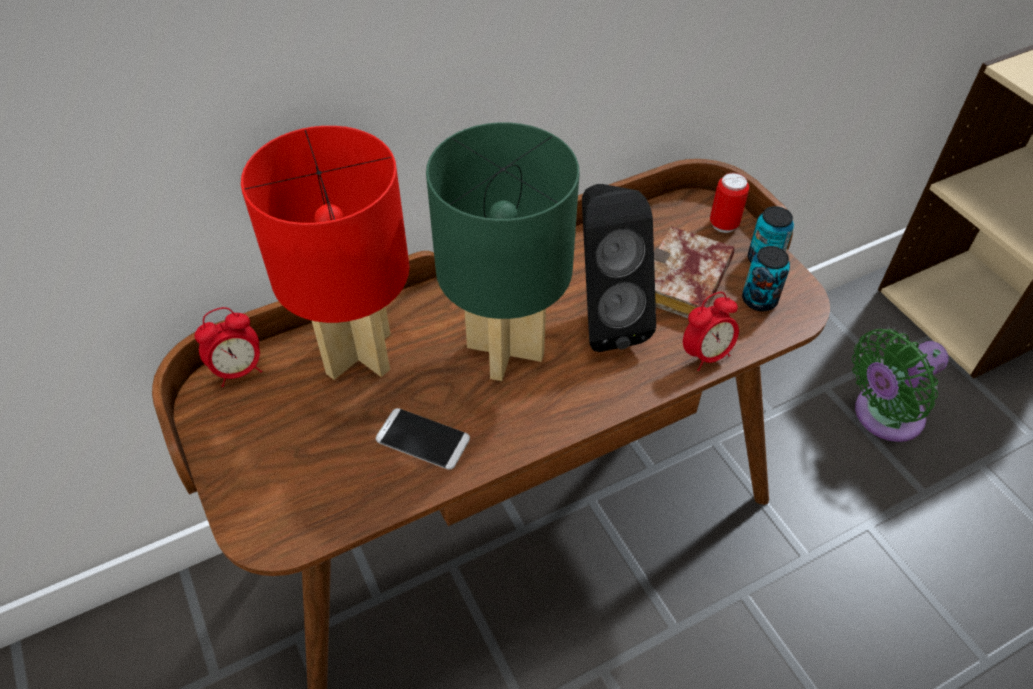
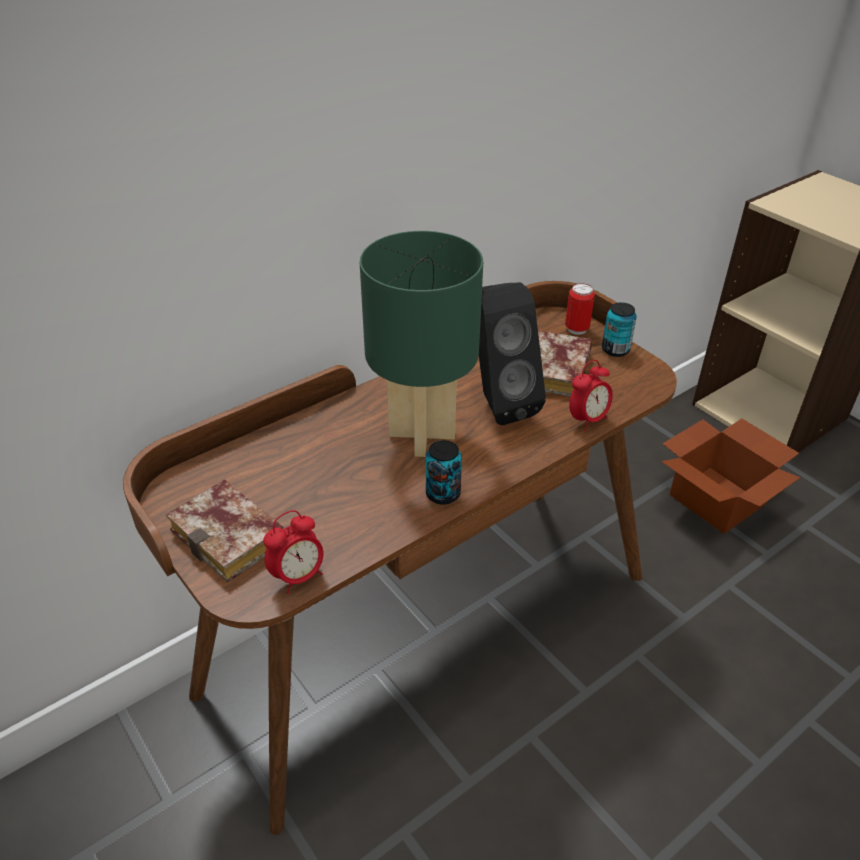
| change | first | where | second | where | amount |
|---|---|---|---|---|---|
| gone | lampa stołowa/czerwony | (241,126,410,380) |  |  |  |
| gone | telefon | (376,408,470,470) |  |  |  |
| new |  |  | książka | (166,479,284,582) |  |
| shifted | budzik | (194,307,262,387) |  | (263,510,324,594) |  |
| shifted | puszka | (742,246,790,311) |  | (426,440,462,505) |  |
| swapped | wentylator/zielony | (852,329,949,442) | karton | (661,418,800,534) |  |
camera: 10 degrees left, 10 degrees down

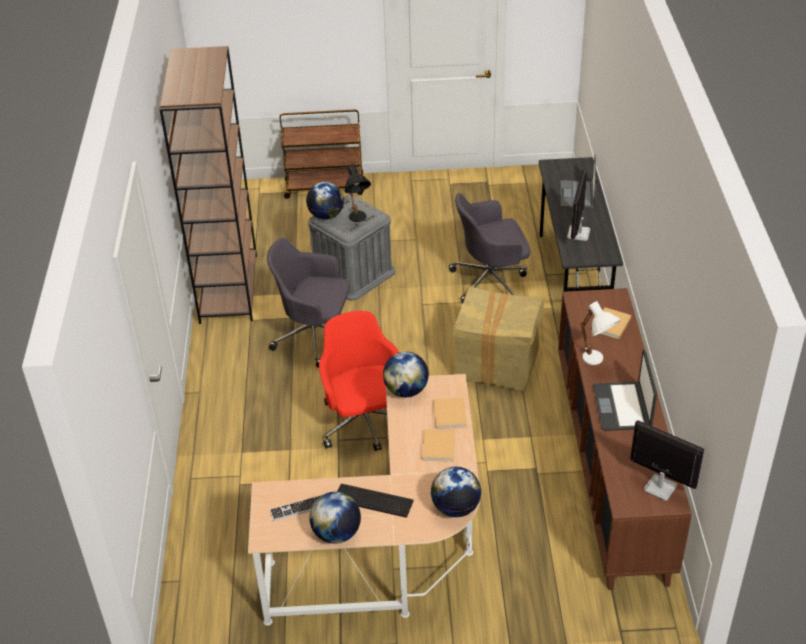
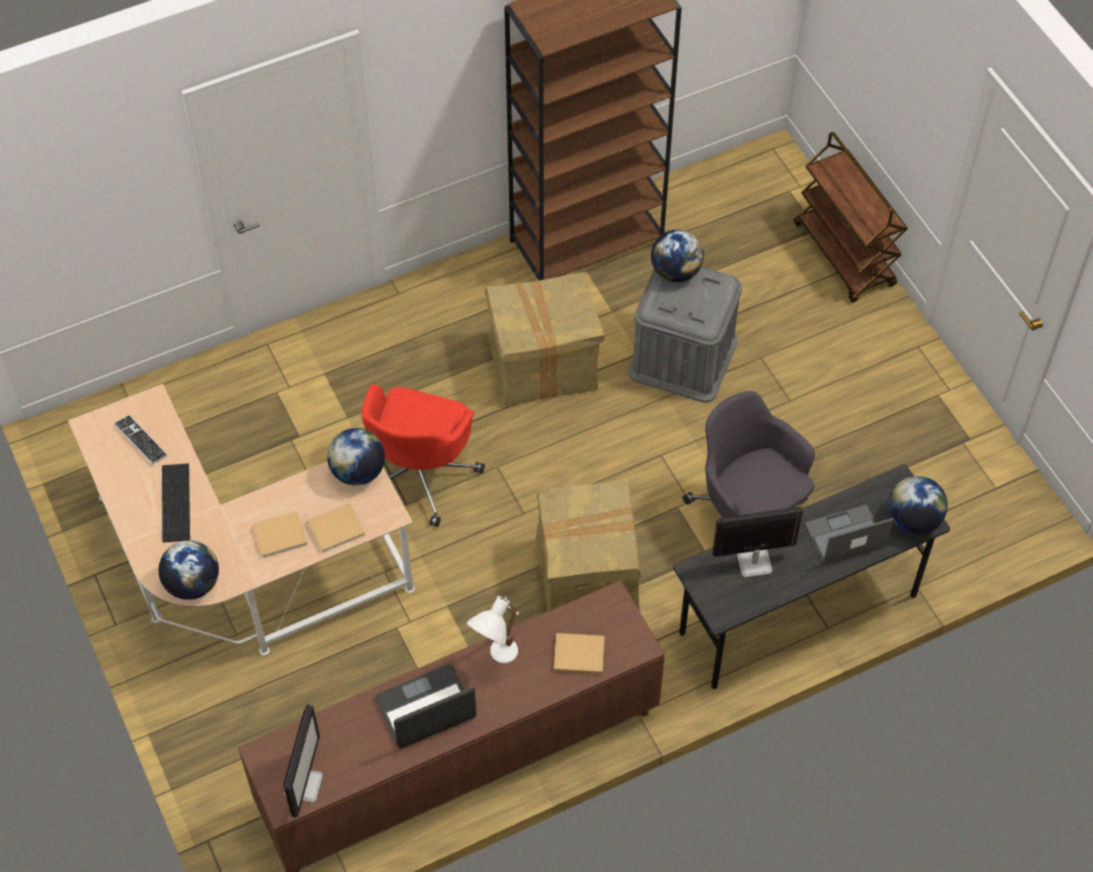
| change | first | where | second | where | amount |
|---|---|---|---|---|---|
| gone | lampa stołowa/czarny | (345,164,371,222) |  |  |  |
| shifted | globus | (309,492,361,544) |  | (888,476,948,534) |  |
| swapped | krzesło biurowe/szary | (267,238,350,368) | karton | (485,272,605,407) |  |
| rotated | krzesło biurowe/czerwony | (319,311,399,451) |  | (361,384,485,527) | 150 degrees clockwise |
camera: 65 degrees right, 15 degrees up

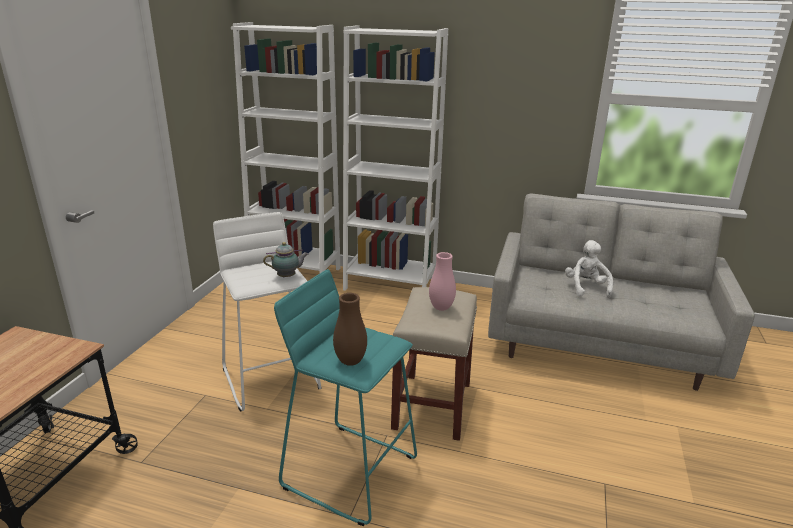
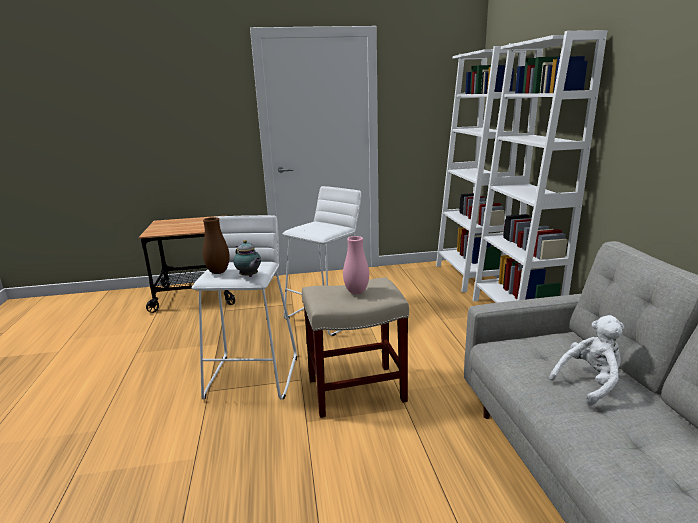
| change | first | where | second | where | amount |
|---|---|---|---|---|---|
| shifted | imbryk | (263,242,308,277) |  | (233,240,261,277) |  |
| repainted | stołek/turkusowy | (274,269,417,526) | stołek/biały | (192,215,297,399) |  |
camera: 65 degrees right, 5 degrees down

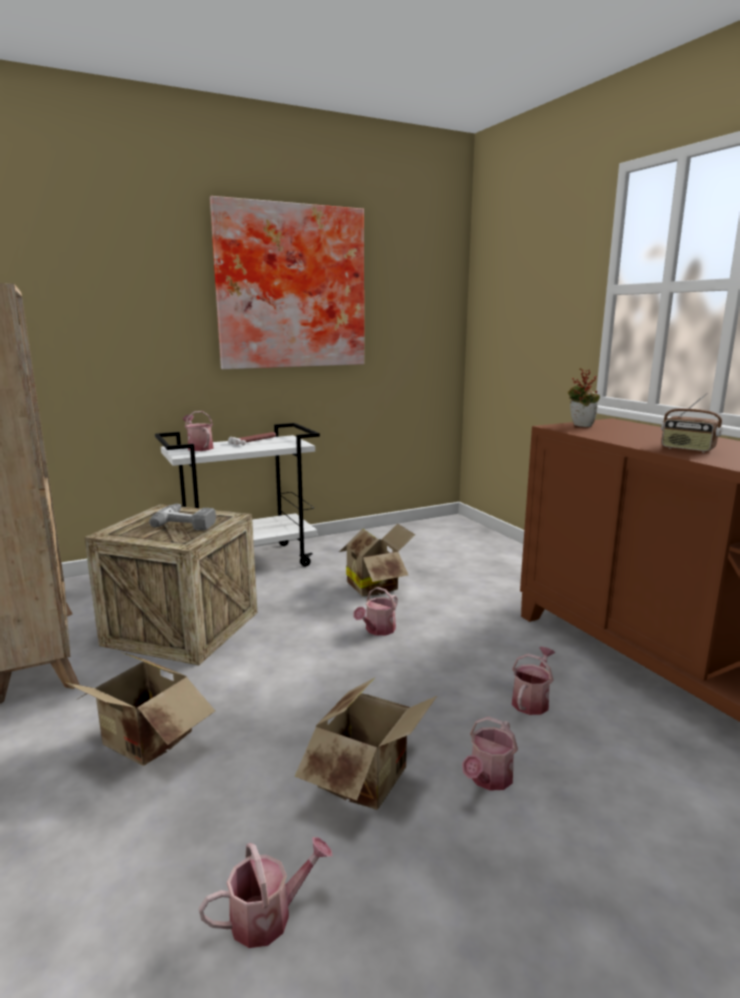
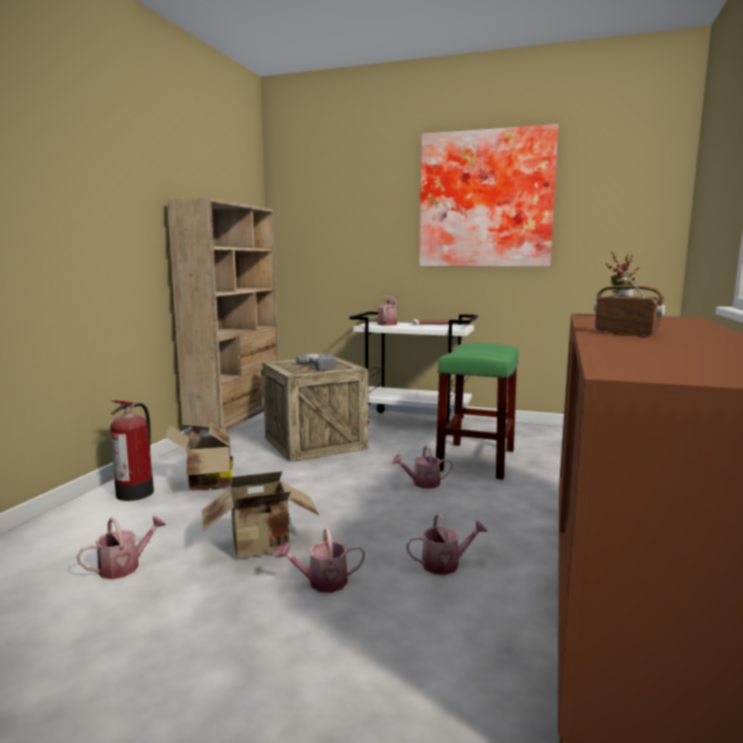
| change | first | where | second | where | amount |
|---|---|---|---|---|---|
| new |  |  | gaśnica | (110,400,154,501) |  |
| swapped | karton | (339,524,415,596) | stołek/zielony | (436,343,519,480) |  |
| rotated | konewka | (199,837,333,948) |  | (77,516,166,579) | 60 degrees counterclockwise |
| rotated | radio | (661,393,723,453) |  | (594,266,665,336) | 135 degrees clockwise |
camera: 45 degrees right, 5 degrees down

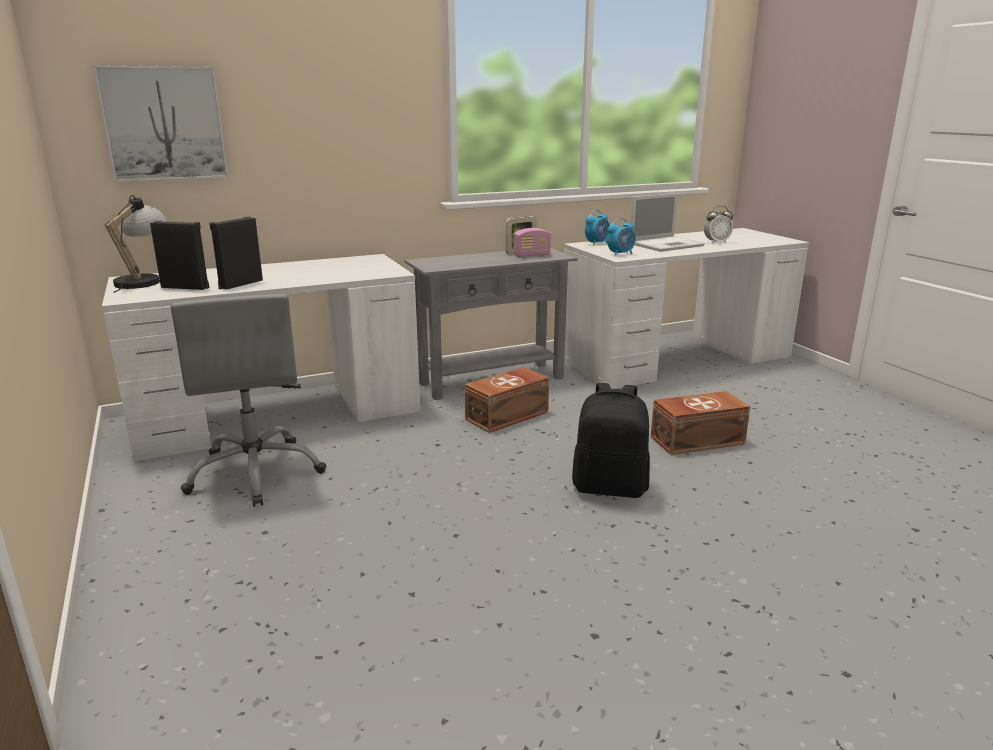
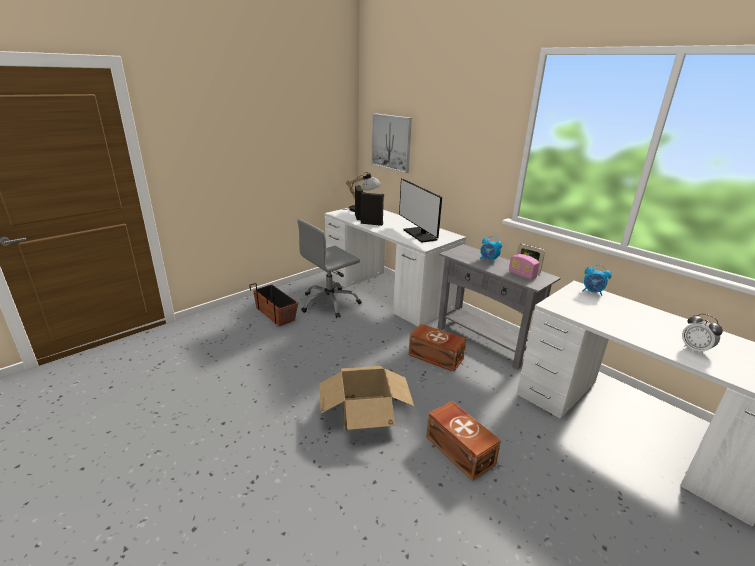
| change | first | where | second | where | amount |
|---|---|---|---|---|---|
| gone | laptop | (630,193,705,252) |  |  |  |
| new |  |  | donica | (249,283,298,326) |  |
| new |  |  | monitor | (399,178,442,243) |  |
| shifted | budzik | (607,218,636,256) |  | (480,236,502,263) |  |
| swapped | plecak/czarny | (572,383,650,498) | karton | (319,366,415,430) |  |
camera: 70 degrees right, 5 degrees up

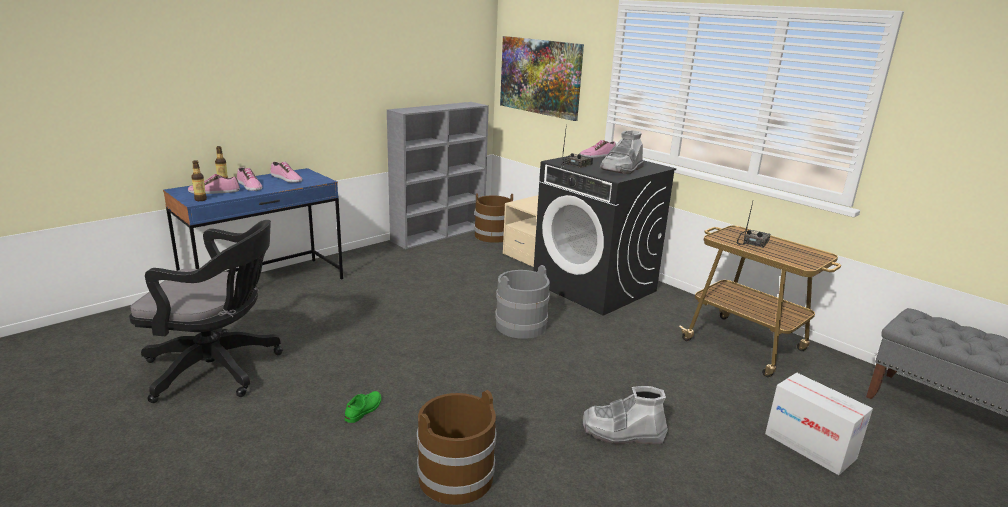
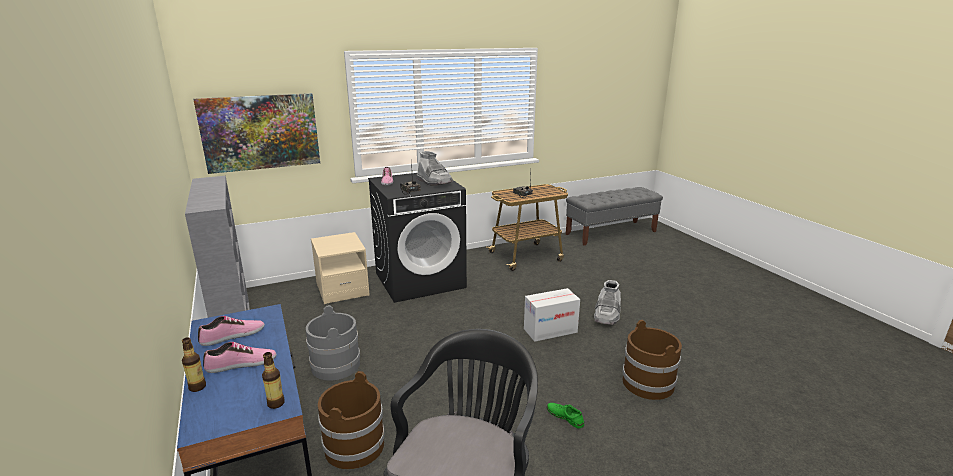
| change | first | where | second | where | amount |
|---|---|---|---|---|---|
| gone | but | (188,174,240,194) |  |  |  |
| shifted | wiadro/brązowy | (474,194,513,243) |  | (318,371,385,469) |  |
| shifted | wiadro/szary | (495,265,550,339) |  | (306,305,360,381) |  |
| shifted | karton | (765,373,873,475) |  | (524,288,580,342) |  |
camera: 70 degrees left, 0 degrees up

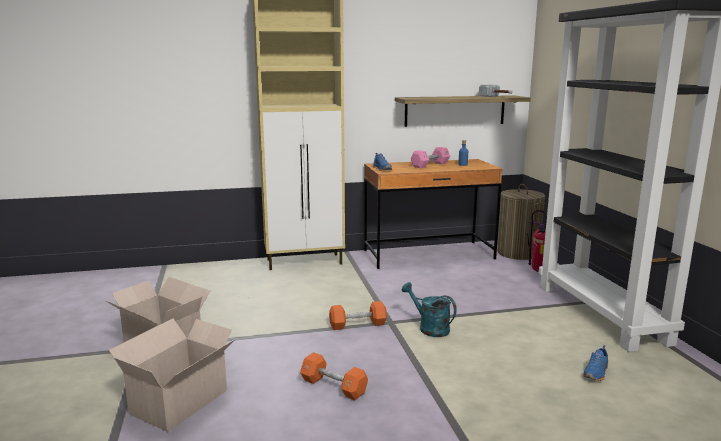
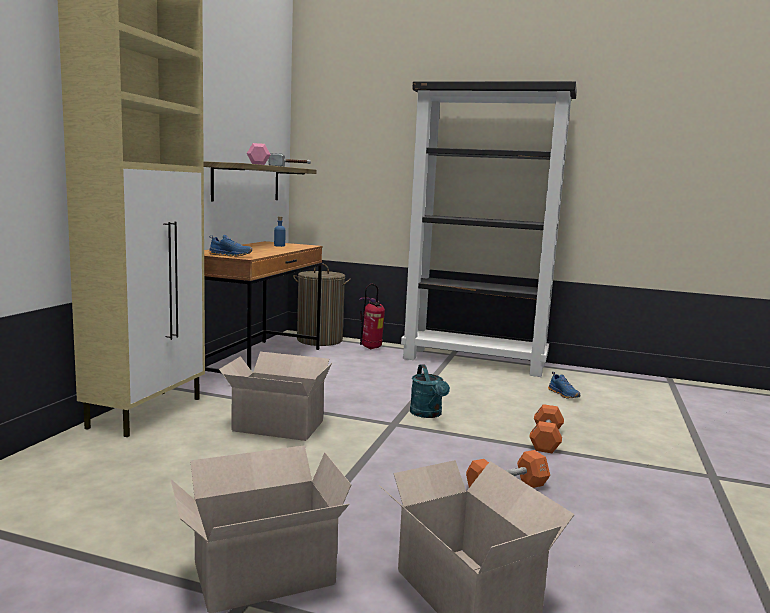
| change | first | where | second | where | amount |
|---|---|---|---|---|---|
| new |  |  | karton | (219,351,332,441) |  |
| shifted | hantel/pomarańczowy | (329,301,387,330) |  | (529,404,564,453) |  |
| shifted | hantel/różowy | (411,147,450,168) |  | (247,143,271,165) |  |
| rotated | konewka/turkusowy | (402,282,457,337) |  | (410,364,450,418) | 90 degrees counterclockwise |
camera: 60 degrees left, 5 degrees down

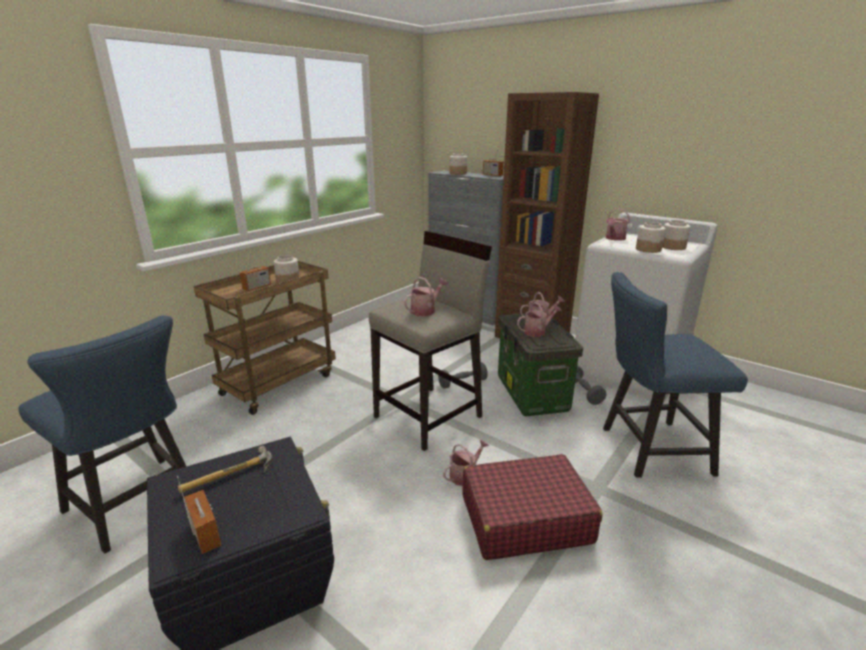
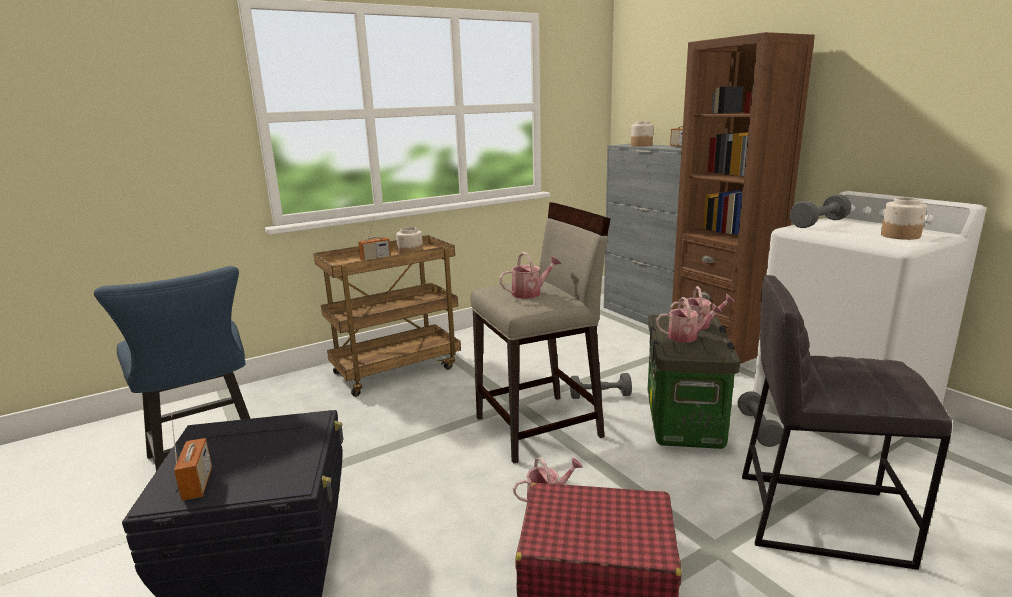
| change | first | where | second | where | amount |
|---|---|---|---|---|---|
| gone | młotek | (178,446,272,493) |  |  |  |
| gone | słoik | (636,222,666,253) |  |  |  |
| swapped | krzesło/niebieski | (603,272,748,478) | stołek/szary | (742,275,952,570) |  |
| swapped | konewka | (606,209,630,241) | hantel/szary | (790,194,851,228) |  |
camera: 20 degrees right, 5 degrees down

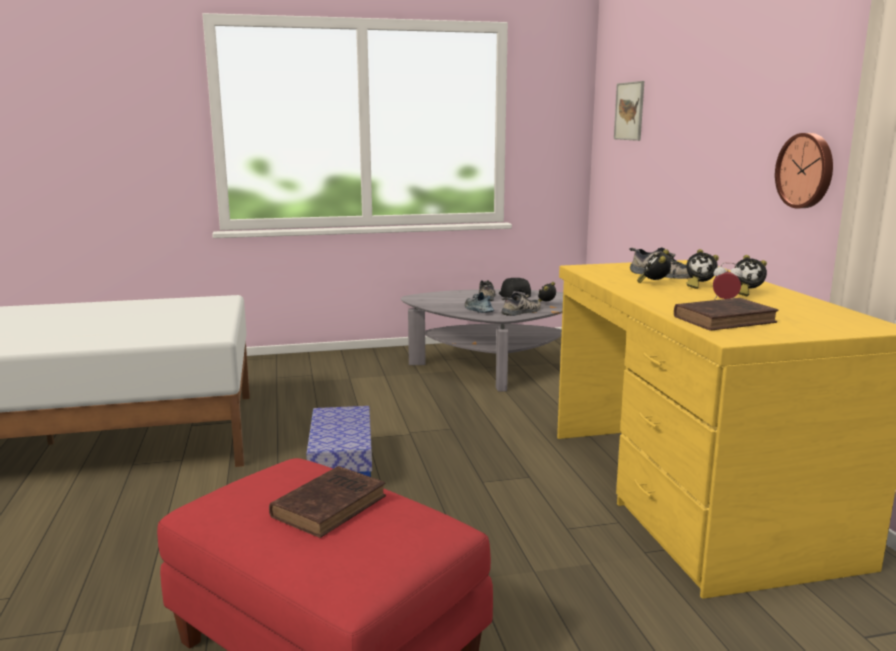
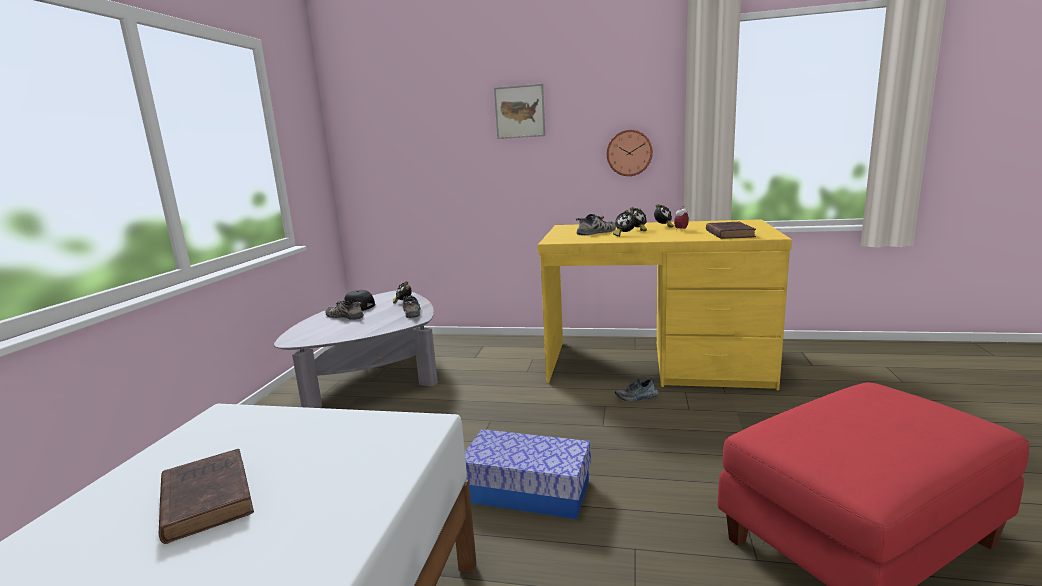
| change | first | where | second | where | amount |
|---|---|---|---|---|---|
| shifted | książka/brązowy | (269,466,386,538) |  | (159,449,254,544) |  |
| shifted | but | (465,292,494,313) |  | (615,378,659,402) |  |
| shifted | obraz | (614,81,644,141) |  | (494,84,545,139) |  |
camera: 65 degrees left, 0 degrees up

